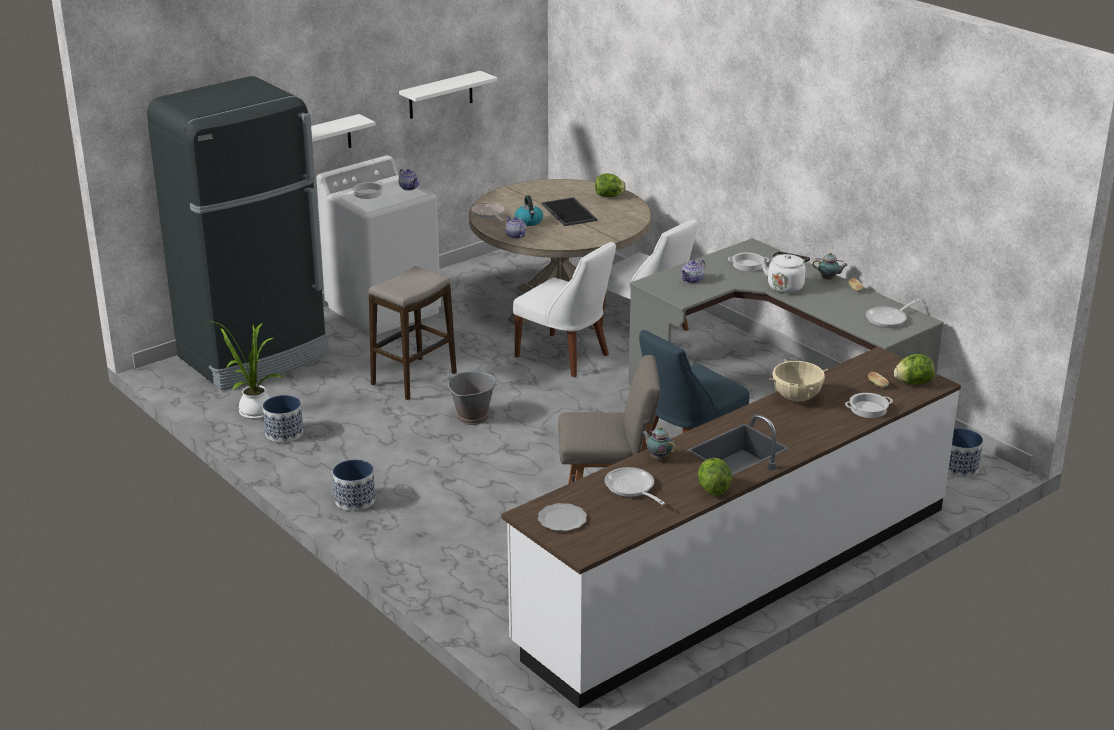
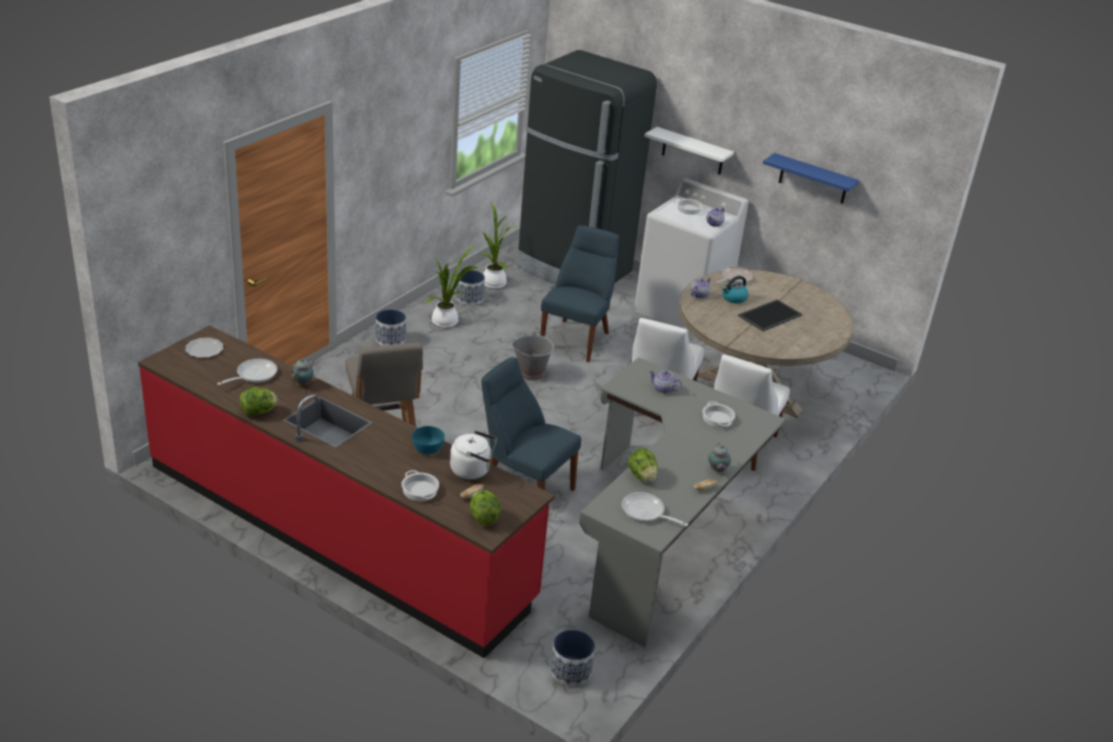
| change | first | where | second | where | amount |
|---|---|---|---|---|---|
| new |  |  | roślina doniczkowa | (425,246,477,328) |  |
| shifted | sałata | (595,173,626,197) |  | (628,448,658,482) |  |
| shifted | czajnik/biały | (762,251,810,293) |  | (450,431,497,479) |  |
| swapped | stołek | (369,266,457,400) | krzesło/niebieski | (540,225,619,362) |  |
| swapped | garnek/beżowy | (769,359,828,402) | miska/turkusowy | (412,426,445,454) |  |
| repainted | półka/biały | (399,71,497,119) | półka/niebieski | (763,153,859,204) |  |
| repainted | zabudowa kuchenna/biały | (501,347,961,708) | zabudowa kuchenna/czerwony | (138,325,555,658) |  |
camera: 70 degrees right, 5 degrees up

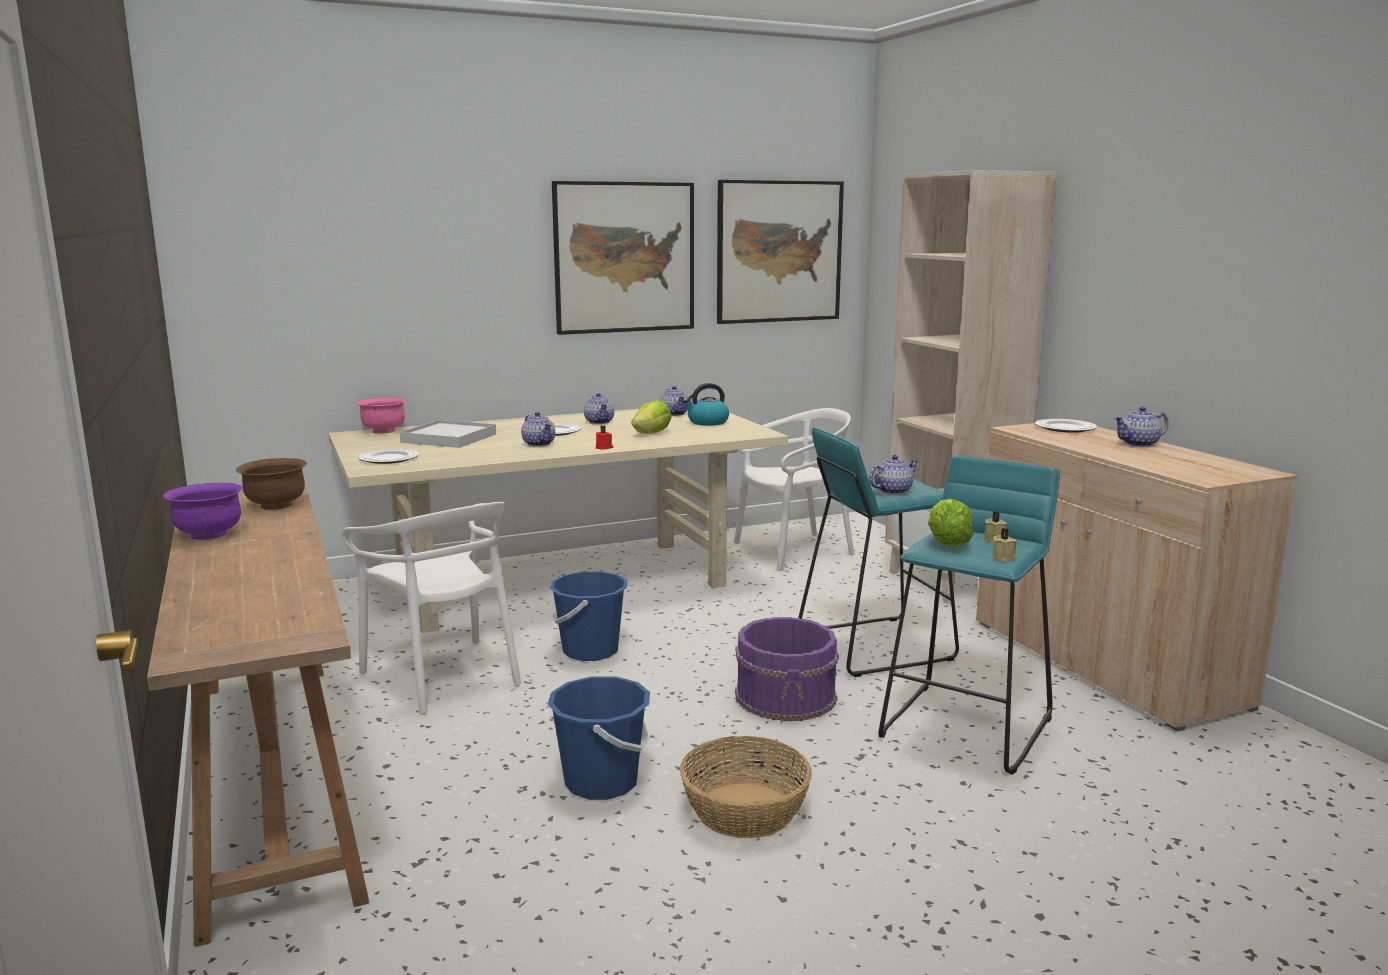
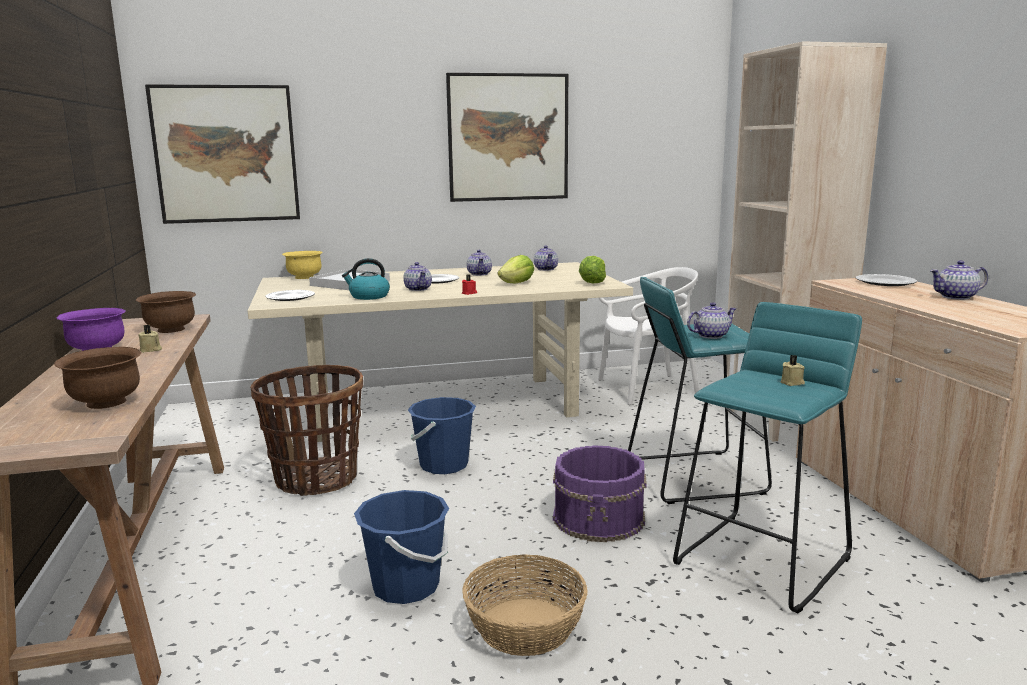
| change | first | where | second | where | amount |
|---|---|---|---|---|---|
| new |  |  | miska/brązowy | (54,347,141,409) |  |
| shifted | czajnik | (683,383,729,426) |  | (342,258,390,300) |  |
| shifted | obraz | (717,180,844,324) |  | (145,84,300,224) |  |
| shifted | sałata | (928,499,973,546) |  | (579,256,606,284) |  |
| shifted | świeca/beżowy | (992,528,1017,562) |  | (138,325,162,353) |  |
| swapped | krzesło/biały | (342,502,521,714) | koszyk | (250,365,363,496) |  |
| repainted | miska/różowy | (356,397,407,434) | miska/żółty | (282,251,323,279) |  |
camera: 10 degrees right, 0 degrees up

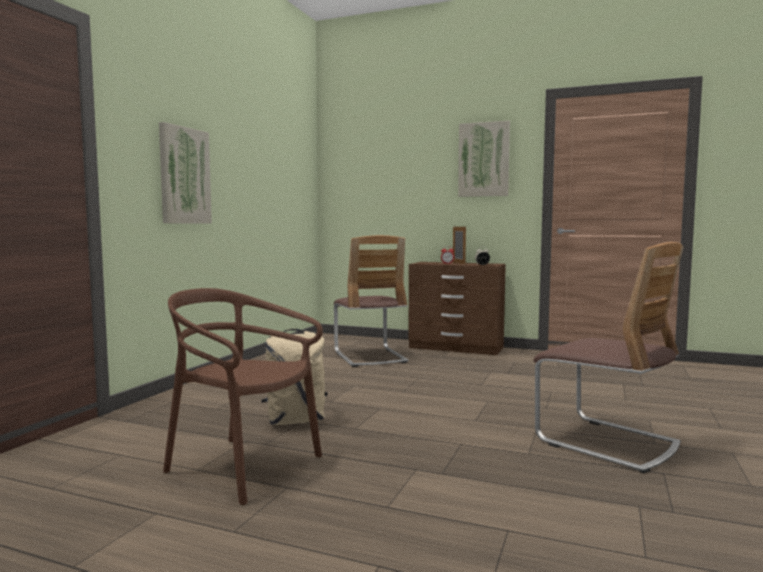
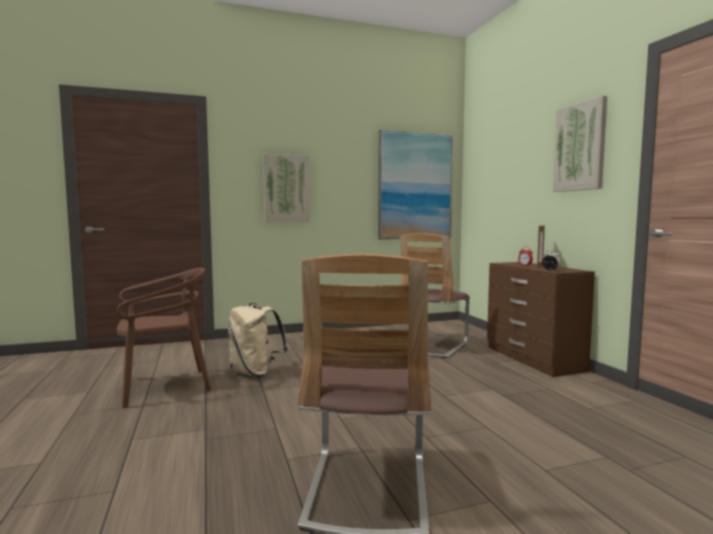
| change | first | where | second | where | amount |
|---|---|---|---|---|---|
| new |  |  | obraz | (378,129,453,240) |  |
| rotated | krzesło/brązowy | (163,288,323,505) |  | (117,268,211,408) | 75 degrees clockwise |
camera: 50 degrees right, 0 degrees up

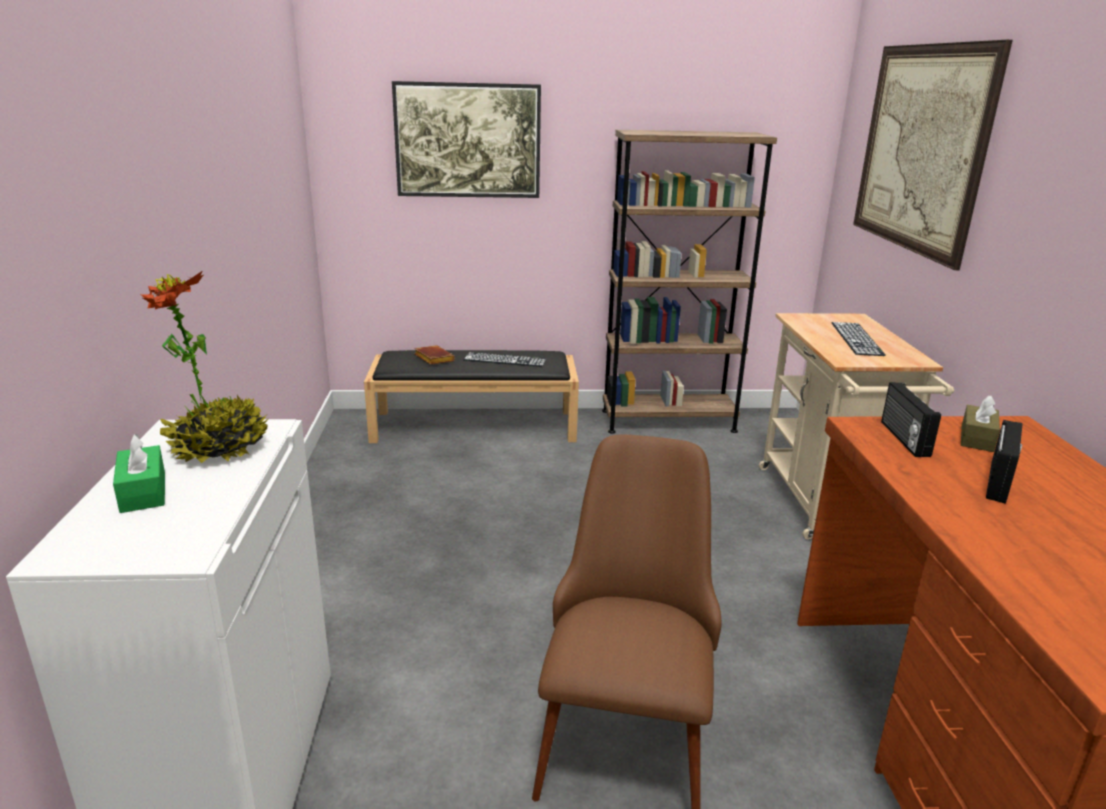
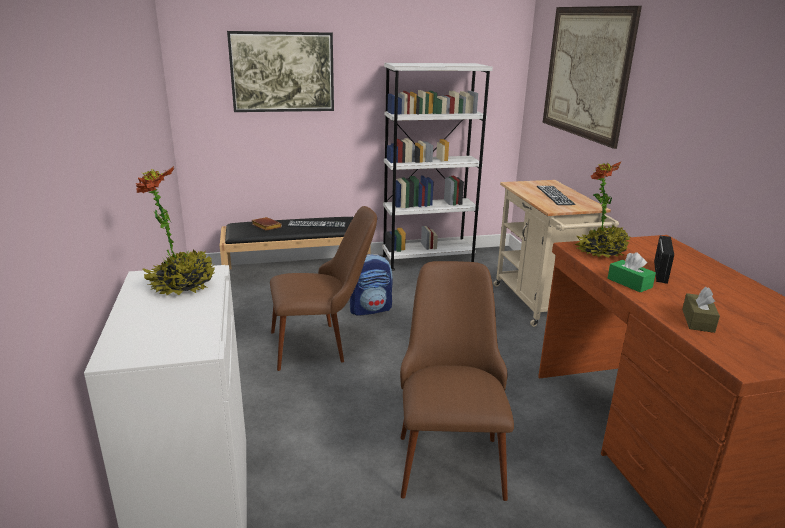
| change | first | where | second | where | amount |
|---|---|---|---|---|---|
| new |  |  | krzesło/brązowy | (270,206,377,371) |  |
| new |  |  | plecak | (350,254,393,316) |  |
| shifted | pudełko chusteczek/zielony | (113,434,165,513) |  | (608,252,656,292) |  |
| shifted | pudełko chusteczek/brązowy | (961,396,1000,452) |  | (682,287,720,333) |  |
| swapped | radio | (881,382,941,457) | roślina doniczkowa | (574,161,630,258) |  |
| repainted | regał/brązowy | (602,130,777,434) | regał/biały | (382,63,493,271) |  |
camera: 10 degrees left, 0 degrees up

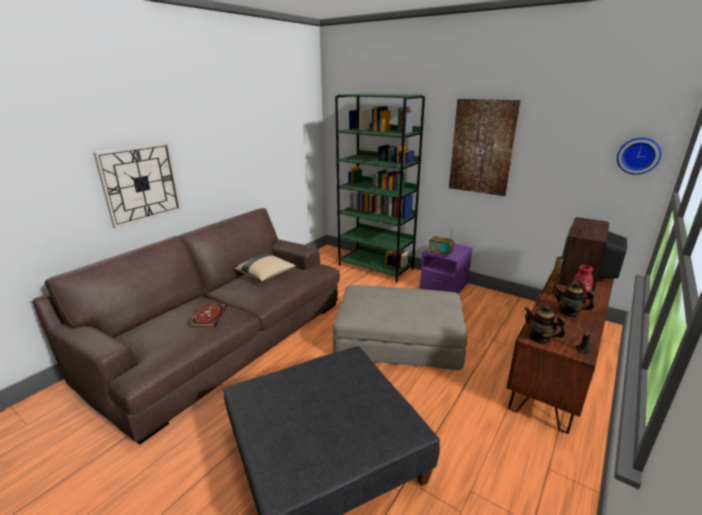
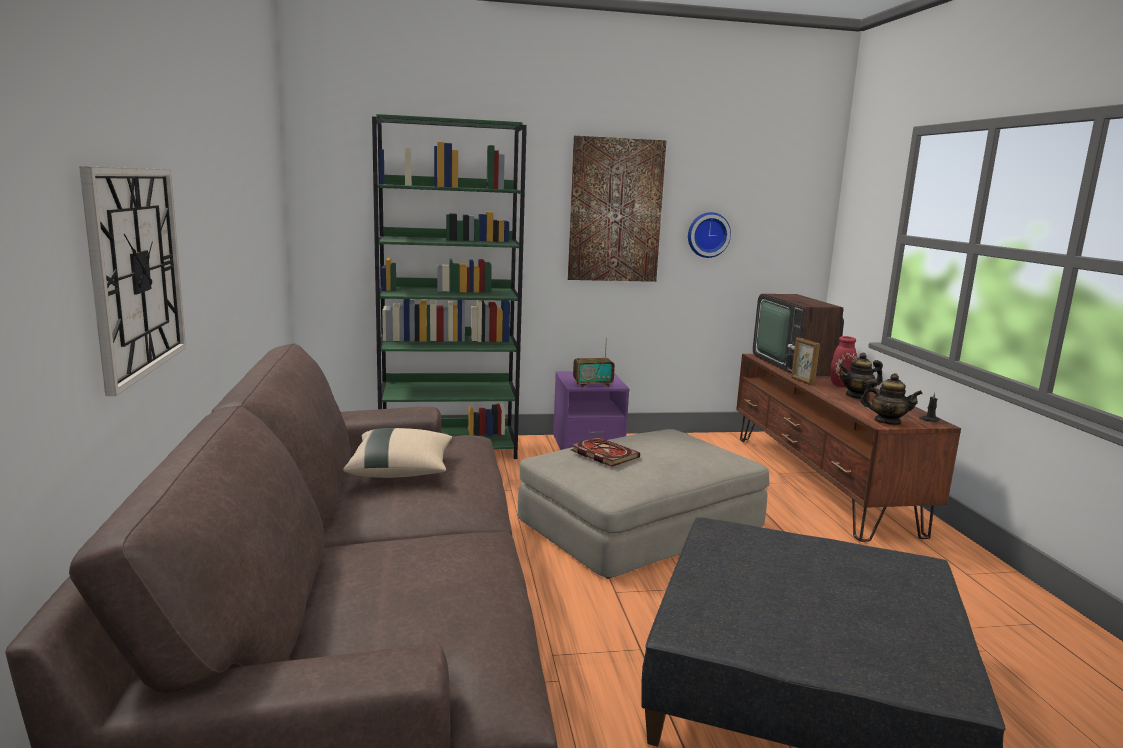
| change | first | where | second | where | amount |
|---|---|---|---|---|---|
| shifted | książka | (188,304,227,327) |  | (571,437,640,467) |  |
| shifted | zegar ścienny | (617,137,661,175) |  | (688,212,731,258) |  |
| rotated | imbryk | (524,305,566,344) |  | (860,373,923,425) | 150 degrees counterclockwise |
camera: 45 degrees left, 10 degrees down

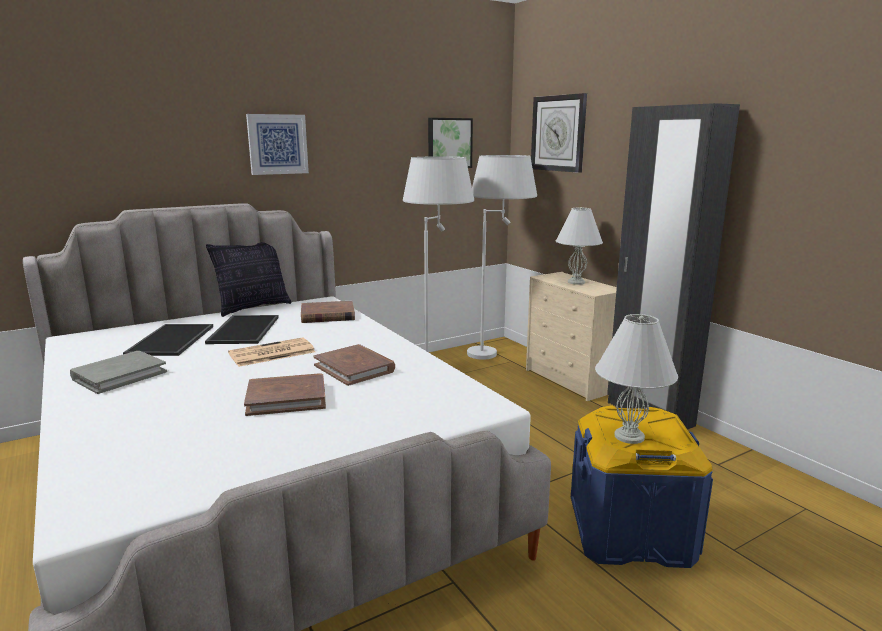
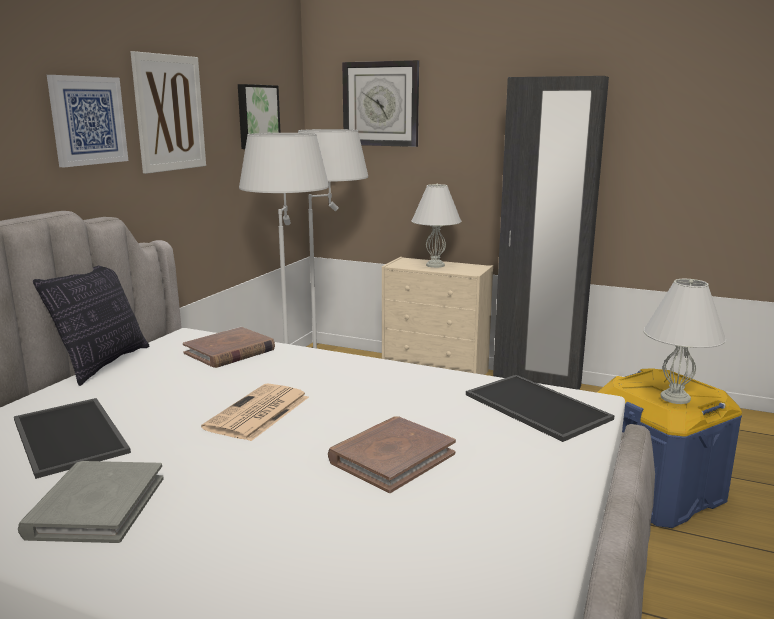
| change | first | where | second | where | amount |
|---|---|---|---|---|---|
| gone | książka/brązowy | (314,344,395,386) |  |  |  |
| new |  |  | obraz | (131,51,206,174) |  |
| shifted | taca | (205,315,279,344) |  | (466,375,614,442) |  |
camera: 35 degrees left, 0 degrees up

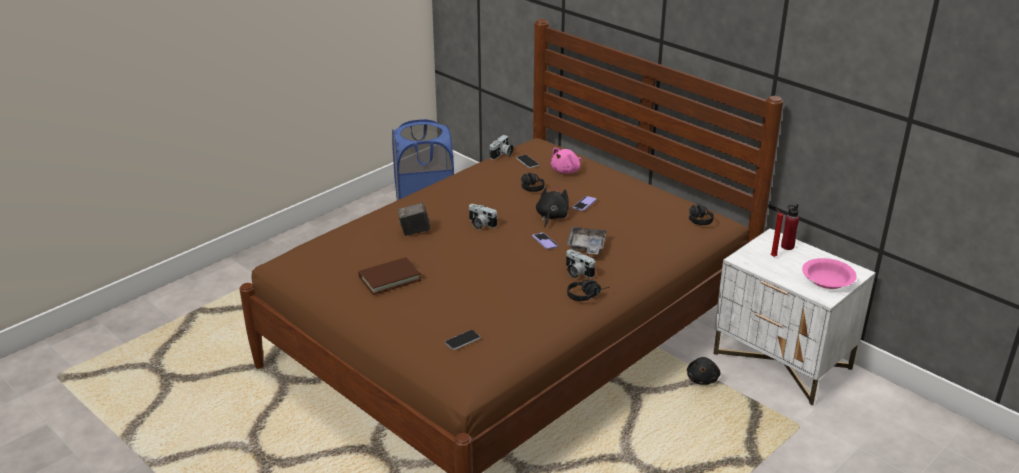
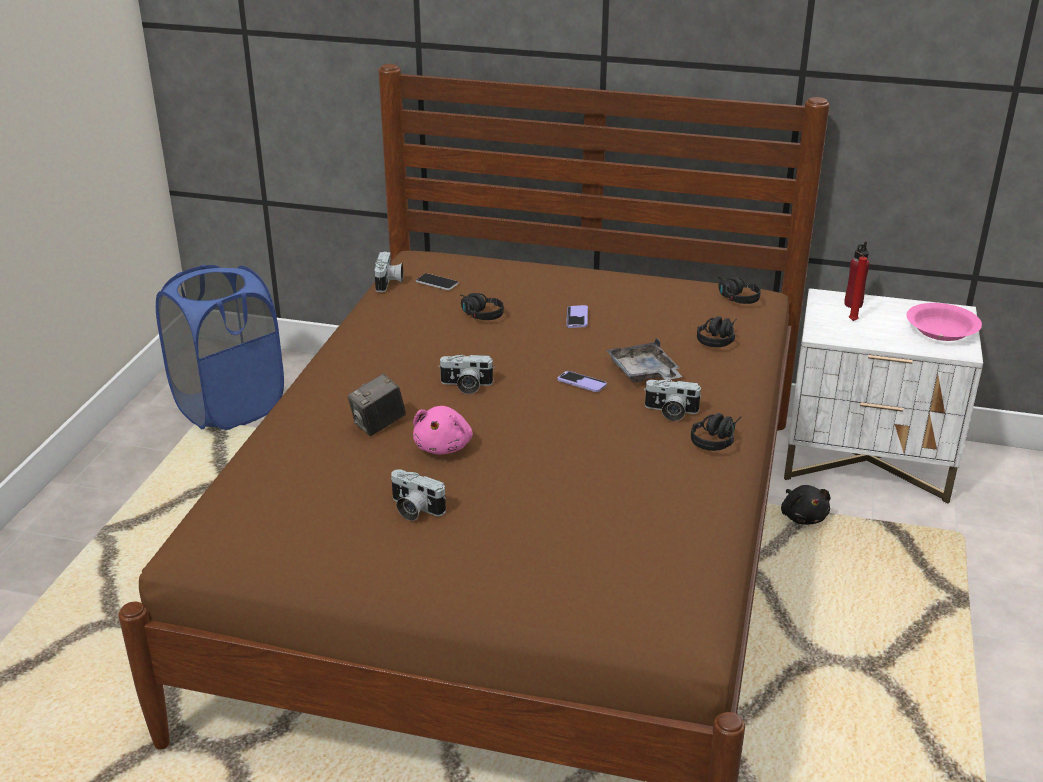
| change | first | where | second | where | amount |
|---|---|---|---|---|---|
| gone | telefon | (445,330,481,350) |  |  |  |
| gone | pluszak/czarny | (536,186,569,227) |  |  |  |
| new |  |  | słuchawki/czarny | (697,316,736,347) |  |
| shifted | pluszak/różowy | (551,148,582,174) |  | (413,406,473,454) |  |
| swapped | książka/brązowy | (358,257,421,295) | aparat fotograficzny | (391,469,446,521) |  |
camera: 30 degrees left, 0 degrees up

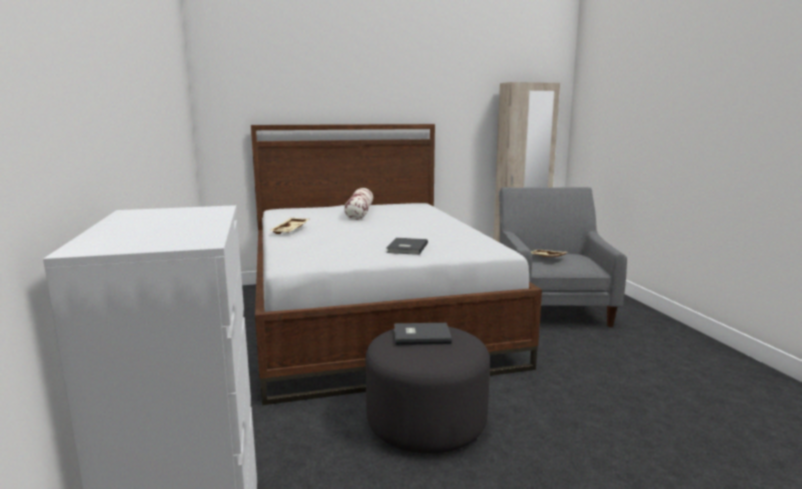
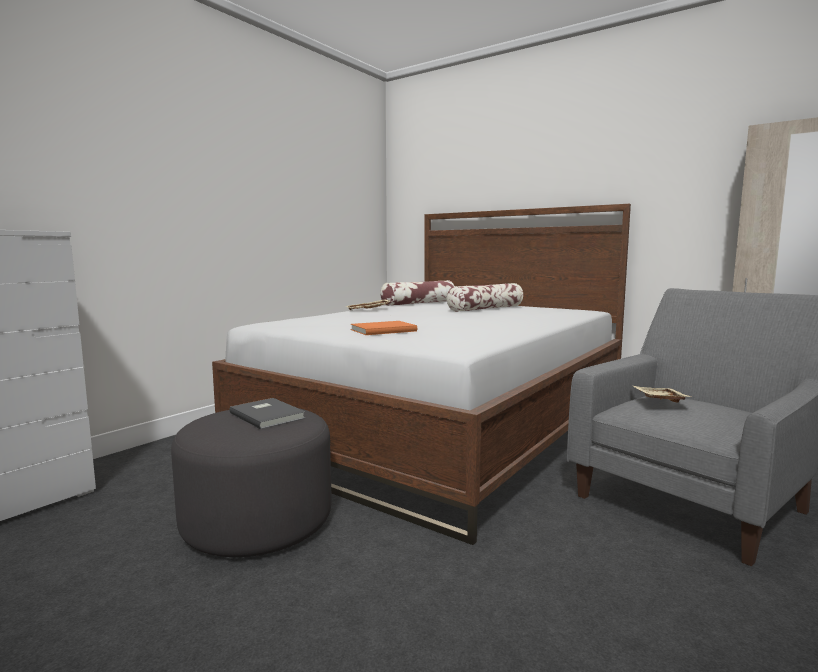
| change | first | where | second | where | amount |
|---|---|---|---|---|---|
| new |  |  | poduszka | (380,280,454,306) |  |
| repainted | książka/szary | (386,238,428,255) | książka/pomarańczowy | (351,321,417,335) |  |
camera: 50 degrees right, 5 degrees down

